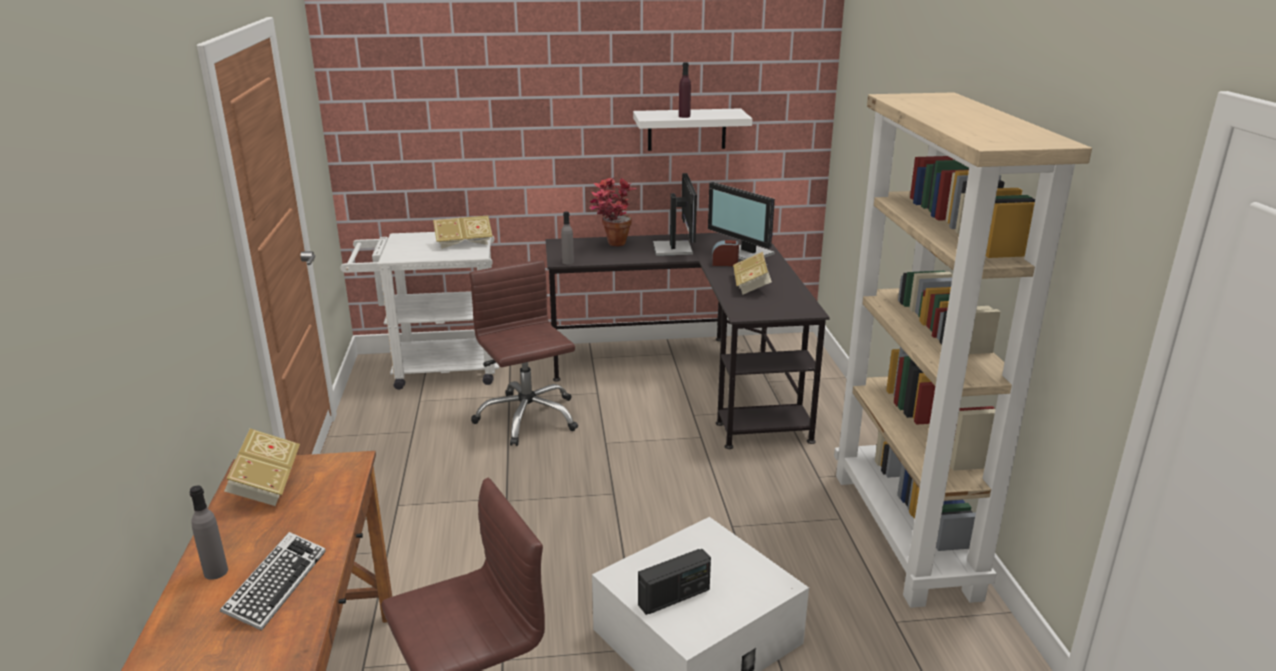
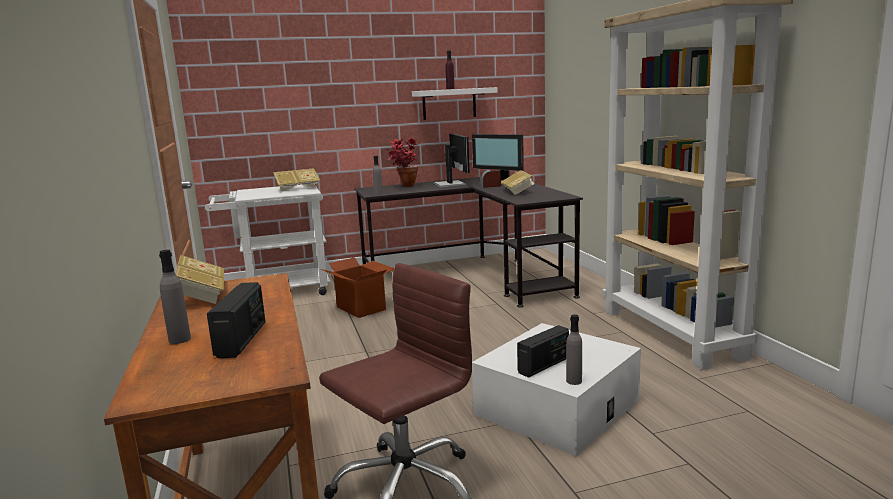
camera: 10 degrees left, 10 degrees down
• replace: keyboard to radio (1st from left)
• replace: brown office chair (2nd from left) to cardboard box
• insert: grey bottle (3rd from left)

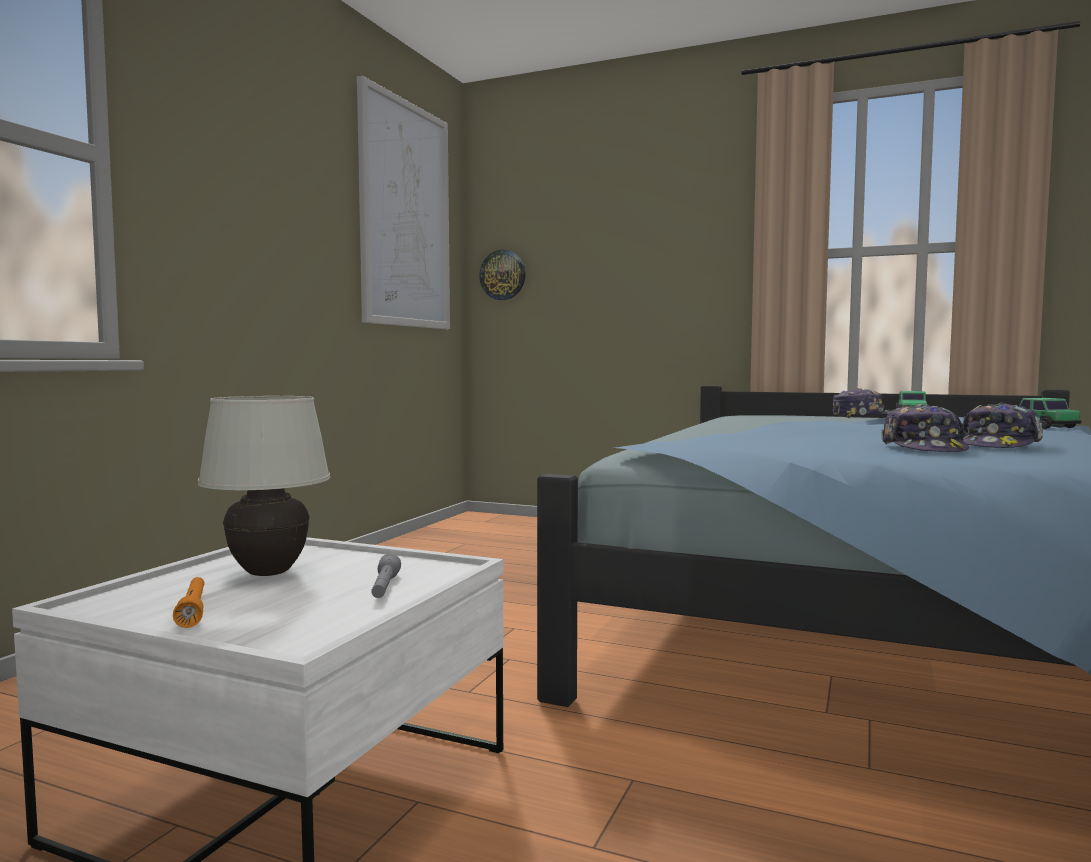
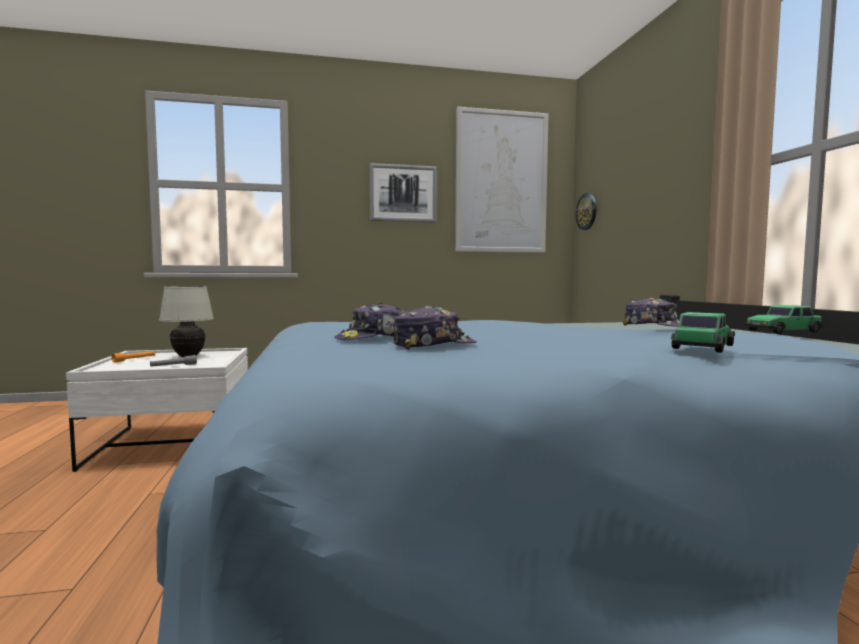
camera: 55 degrees right, 0 degrees up
• rotate: cap (3rd from left in the first image) 150 degrees clockwise
• insert: picture (1st from left)

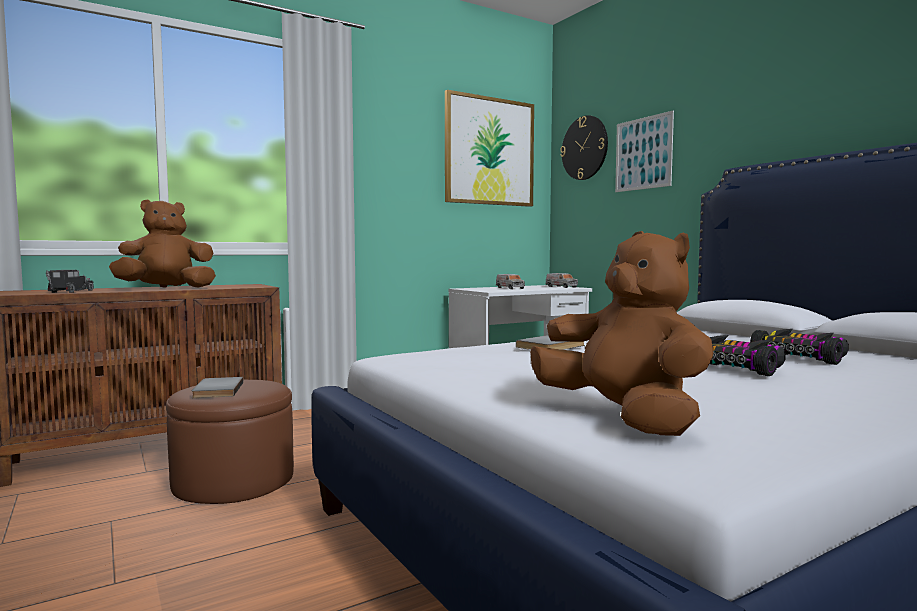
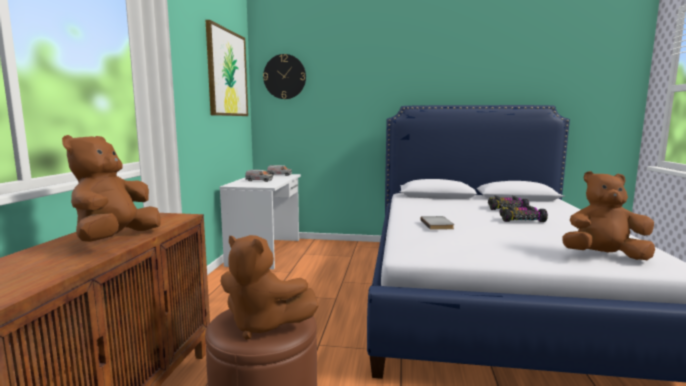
camera: 50 degrees left, 5 degrees up
• delete: toy truck (1st from left)
• replace: grey book (1st from left) to brown plush toy (2nd from left)
• delete: picture (2nd from left)

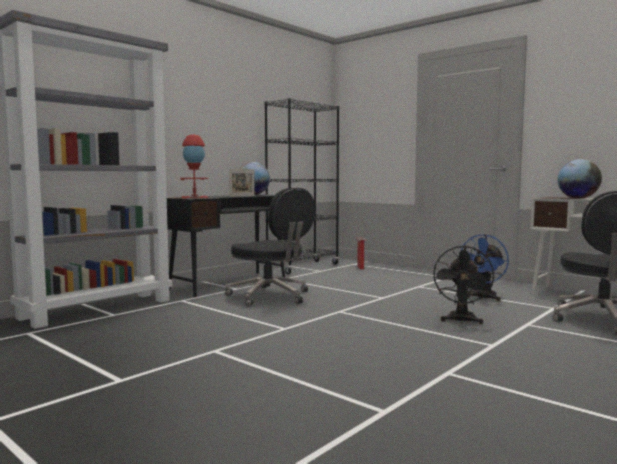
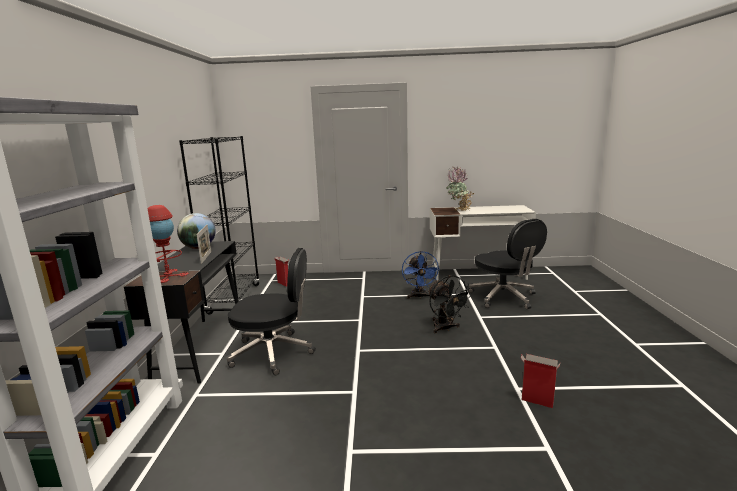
camera: 40 degrees left, 10 degrees up
• replace: globe (2nd from left) to potted plant
• insert: cardboard box (2nd from left)

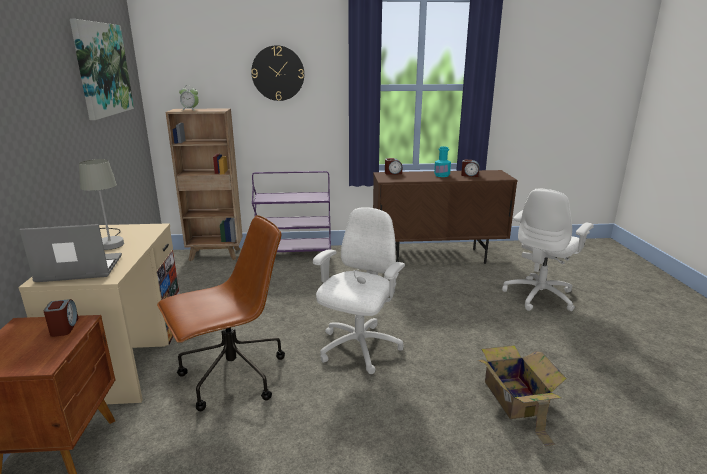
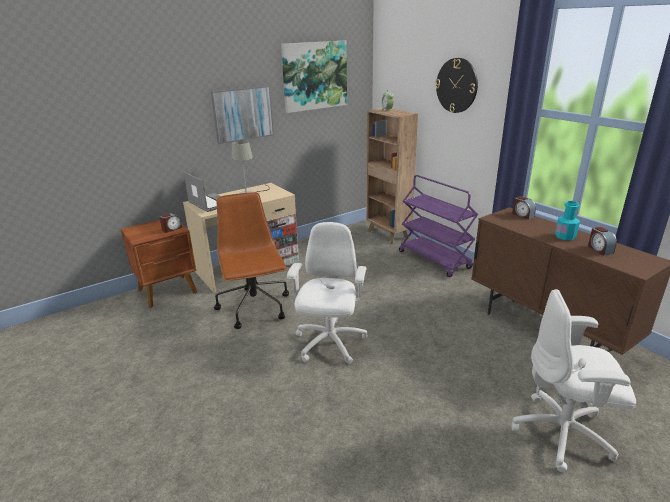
camera: 60 degrees right, 5 degrees up
• rotate: brown office chair 135 degrees counterclockwise
• rotate: white office chair (1st from left) 75 degrees counterclockwise
• delete: cardboard box
• insert: picture (1st from left)

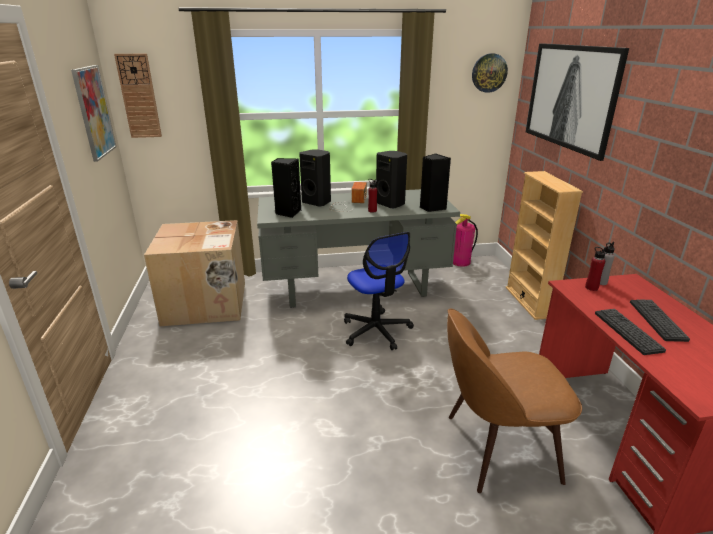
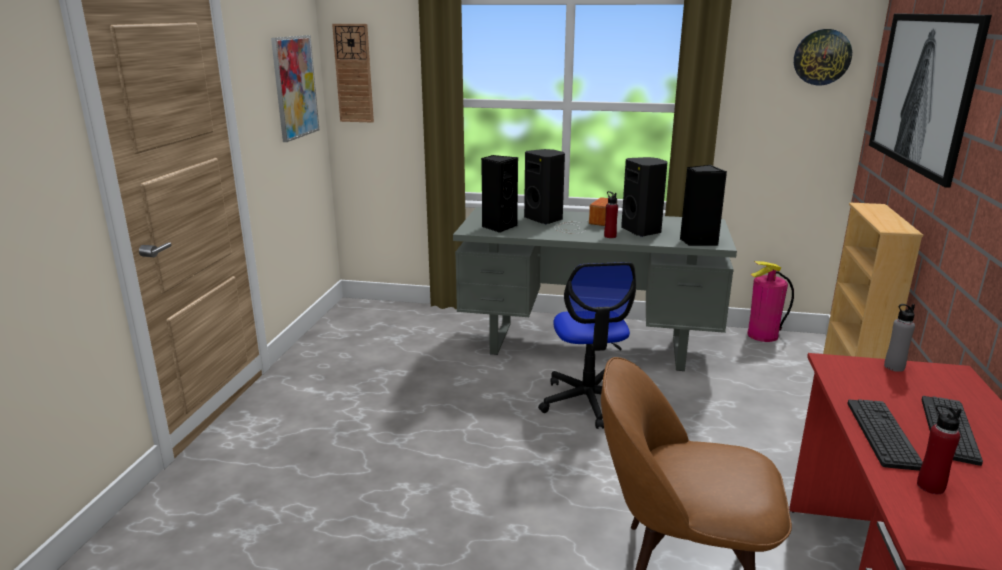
camera: 20 degrees right, 5 degrees down
• delete: cardboard box
• move: red bottle (2nd from left)

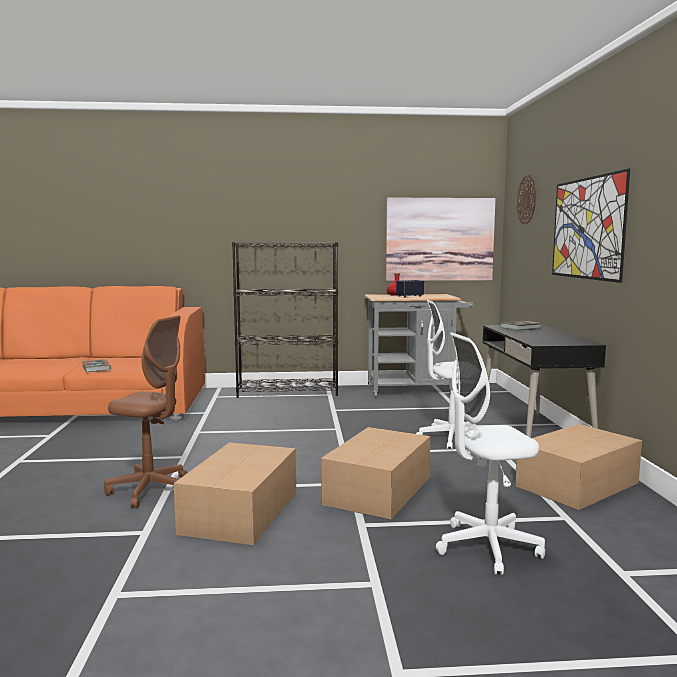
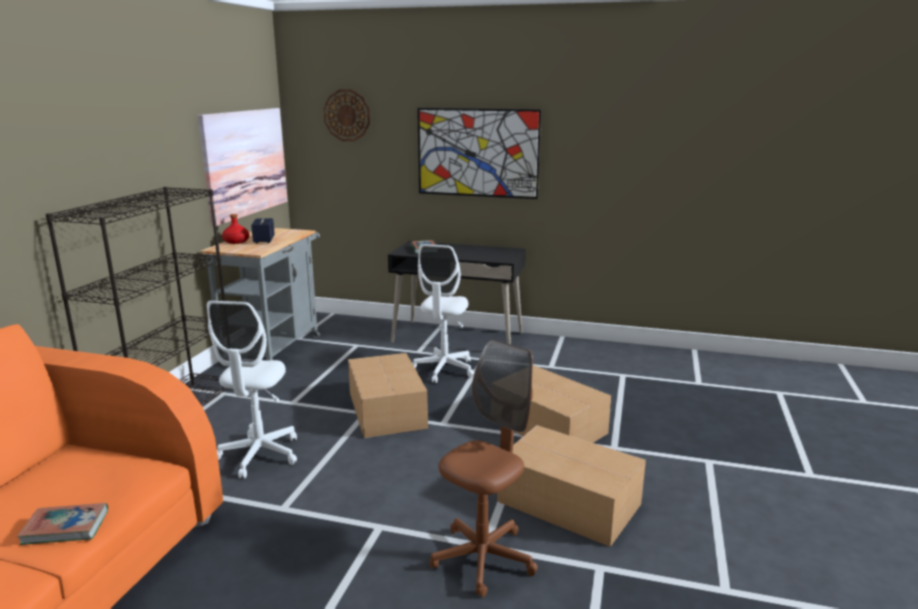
camera: 70 degrees left, 10 degrees up
• move: white office chair (2nd from left in the first image) to white office chair (1st from left)
• move: cardboard box (3rd from left in the first image) to cardboard box (1st from left)

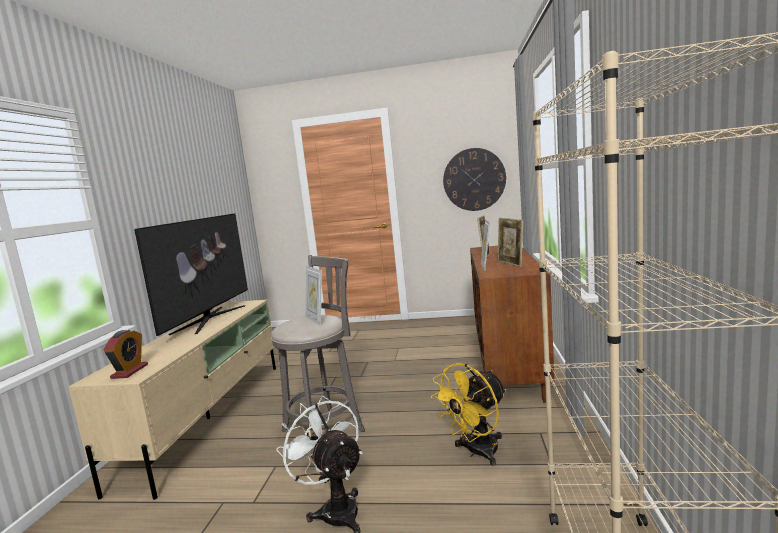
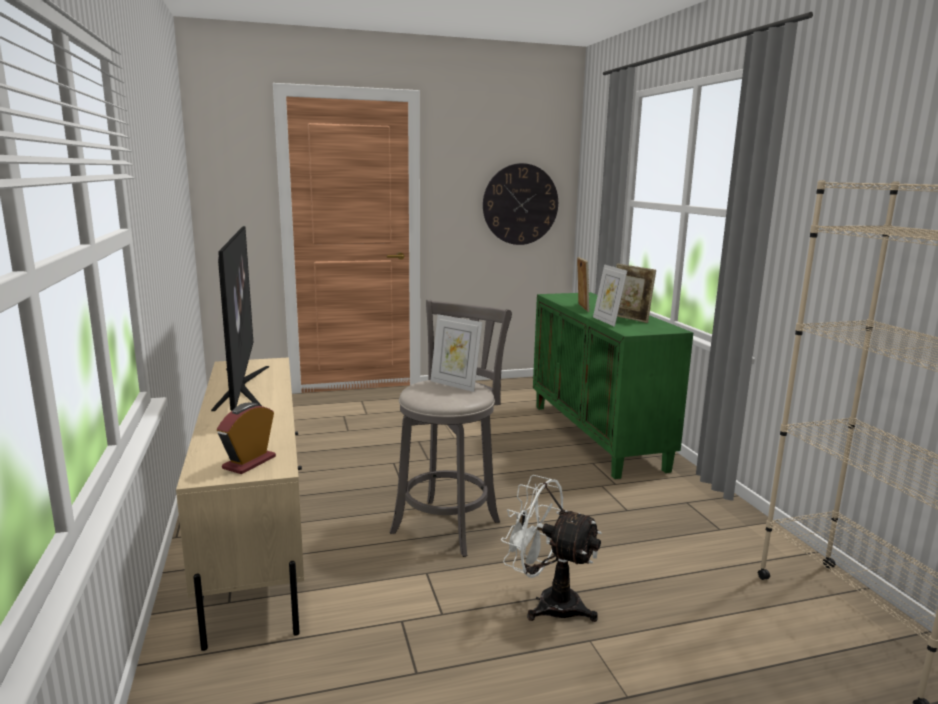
camera: 25 degrees left, 5 degrees up
• rotate: alarm clock 135 degrees counterclockwise
• delete: yellow fan
• recolor: brown cabinet to green cabinet

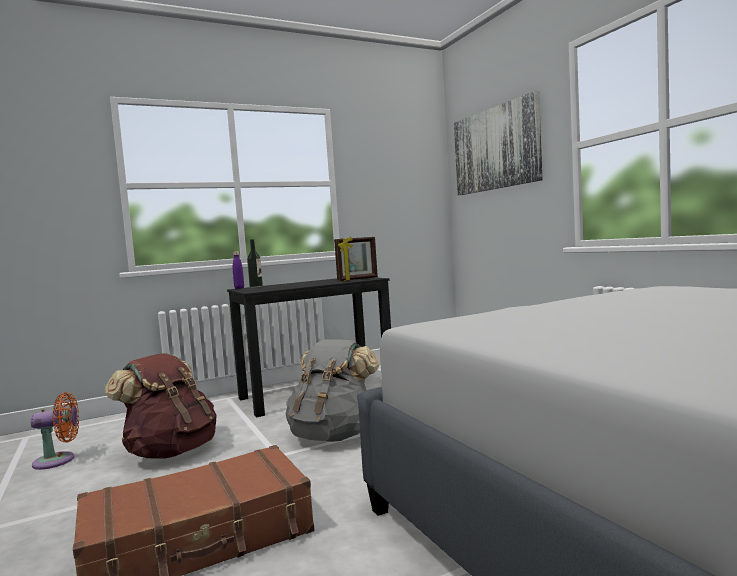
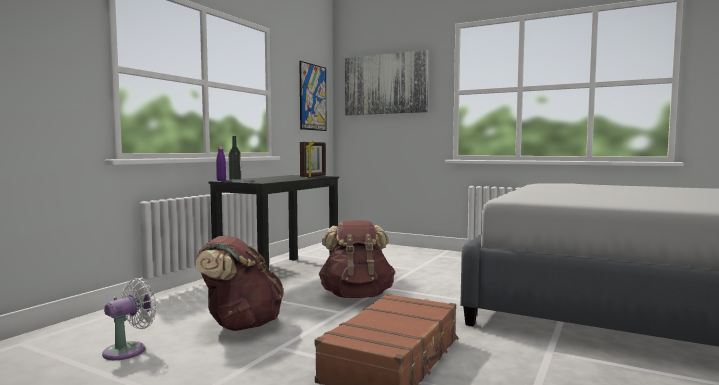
camera: 35 degrees left, 0 degrees up
• recolor: orange fan to white fan
• recolor: grey backpack to brown backpack (2nd from left)
• insert: picture (1st from left)

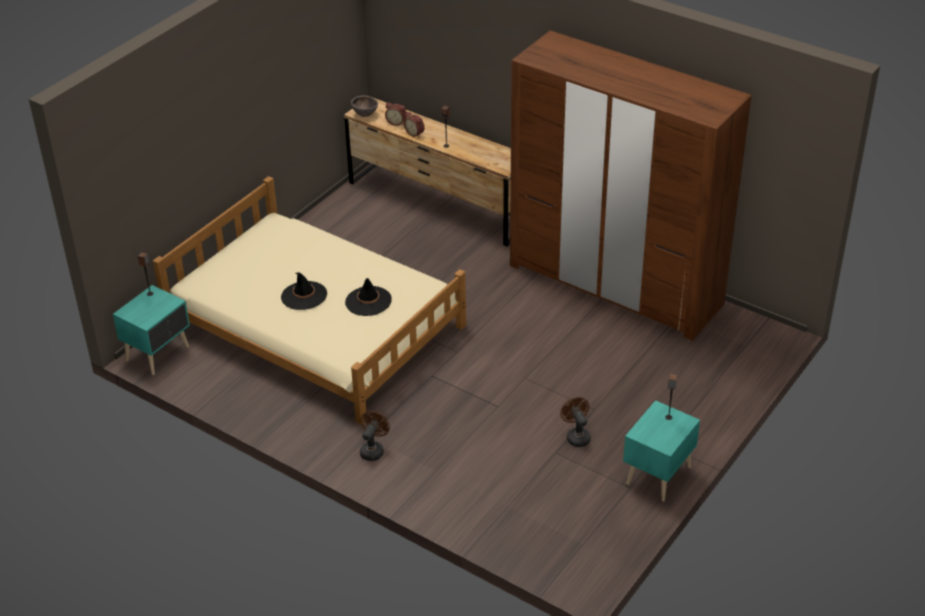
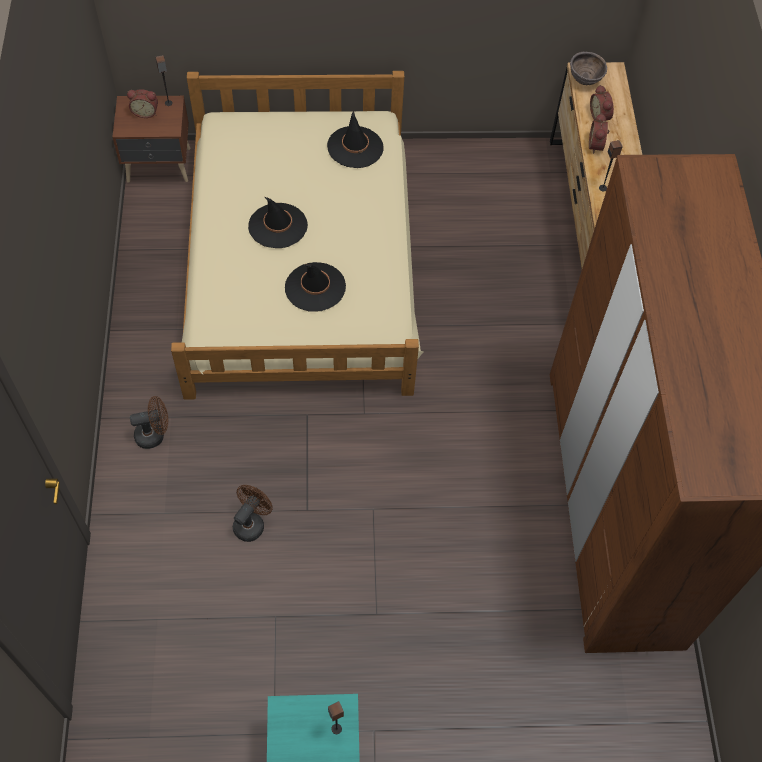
camera: 50 degrees right, 20 degrees up
• recolor: turquoise nightstand (1st from left) to brown nightstand
• move: brown fan (2nd from left)
• insert: alarm clock (1st from left)
• insert: black hat (3rd from left)

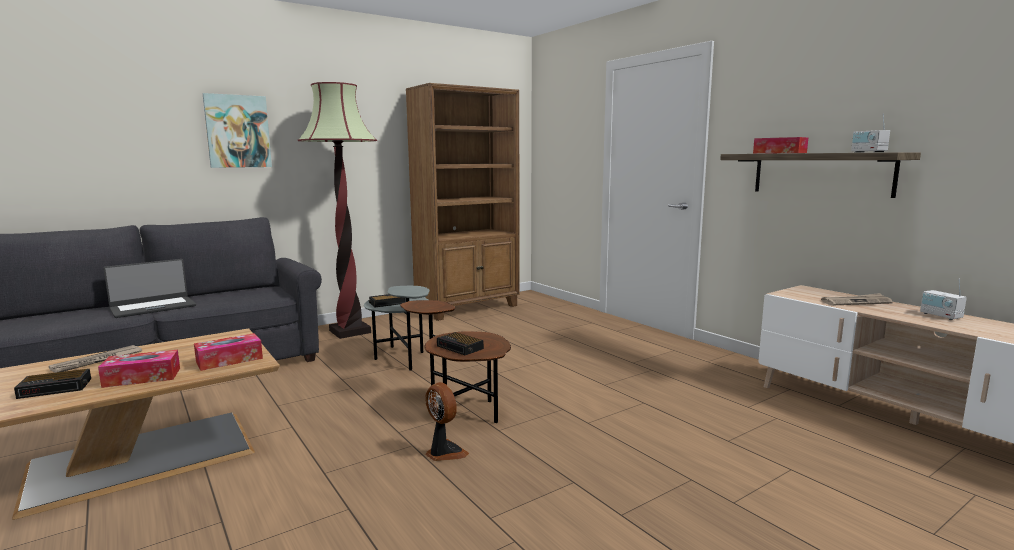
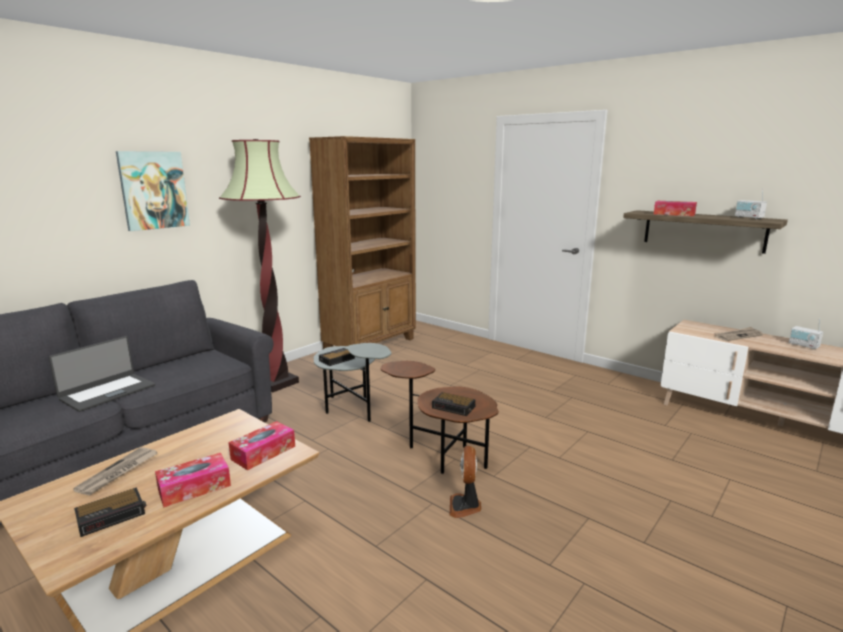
camera: 15 degrees left, 5 degrees up
• rotate: fan 120 degrees counterclockwise

